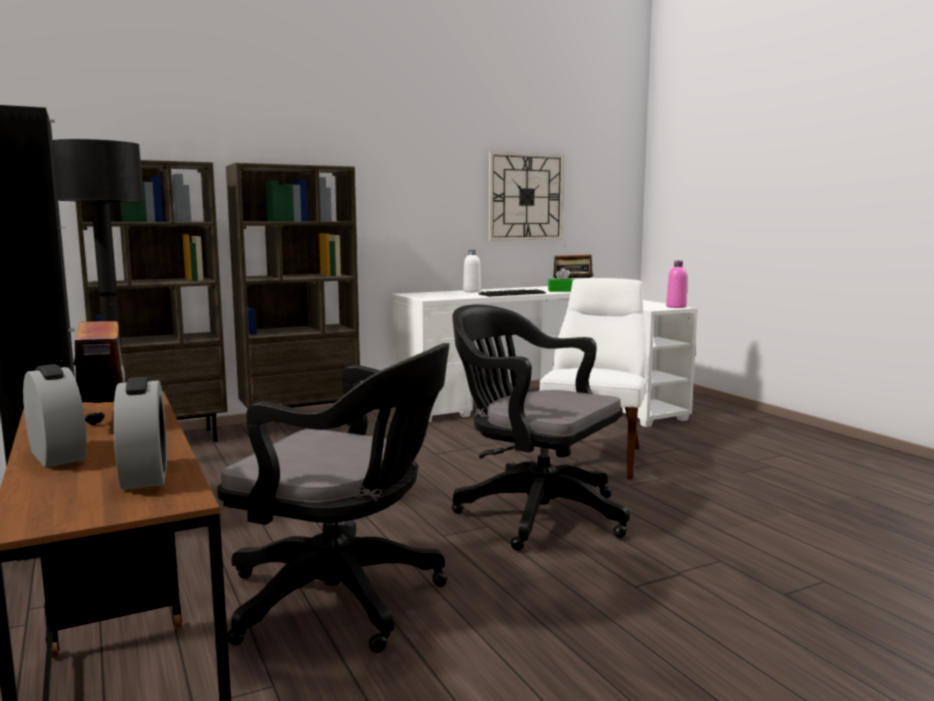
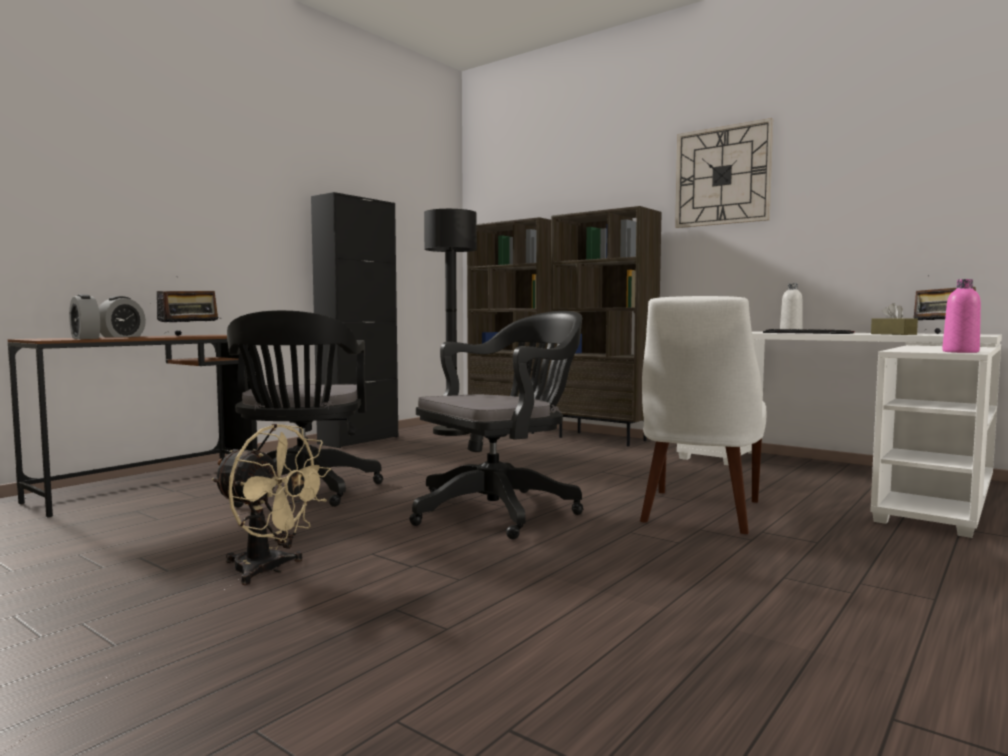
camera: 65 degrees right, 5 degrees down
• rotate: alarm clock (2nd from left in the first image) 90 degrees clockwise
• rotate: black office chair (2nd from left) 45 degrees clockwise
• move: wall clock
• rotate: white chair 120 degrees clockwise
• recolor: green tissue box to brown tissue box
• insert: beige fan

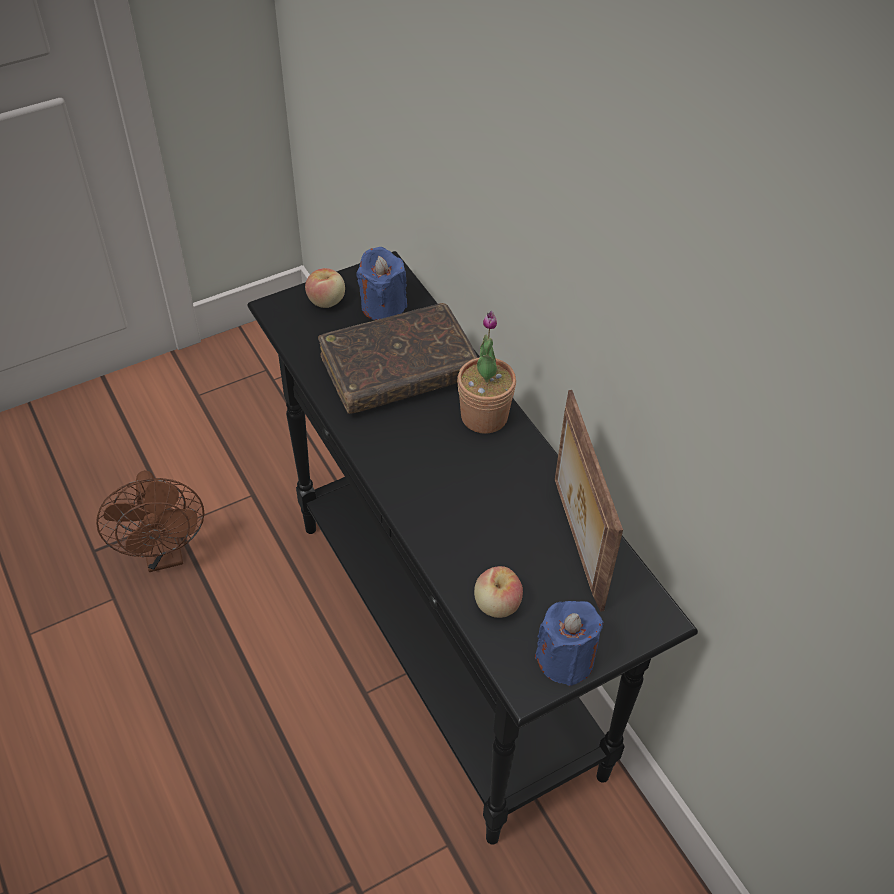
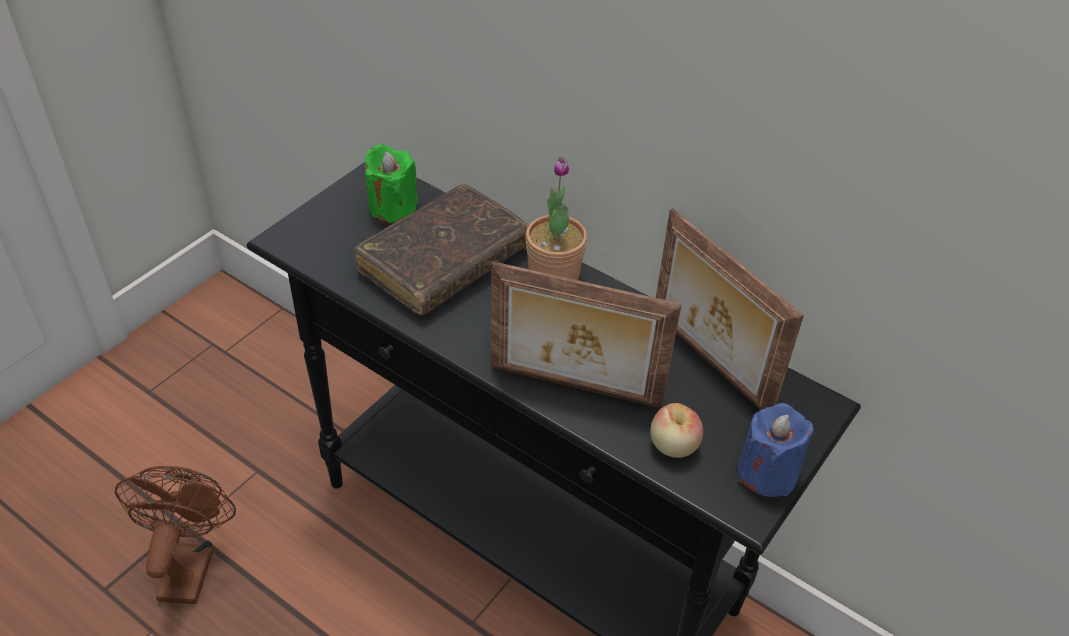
camera: 25 degrees left, 5 degrees down
• rotate: brown fan 135 degrees counterclockwise
• delete: apple (1st from left)
• recolor: blue candle (1st from left) to green candle
• insert: picture frame (1st from left)

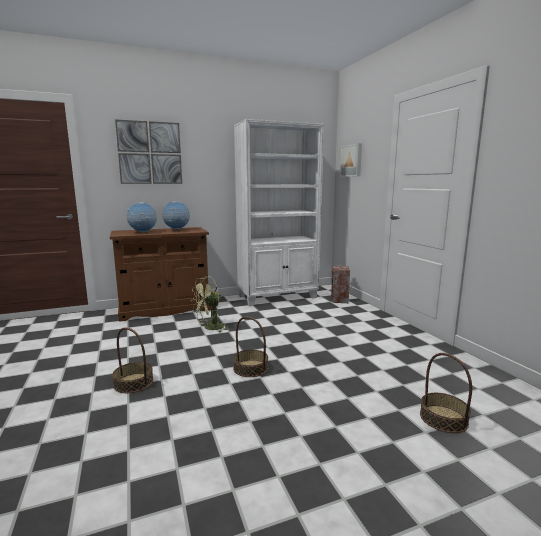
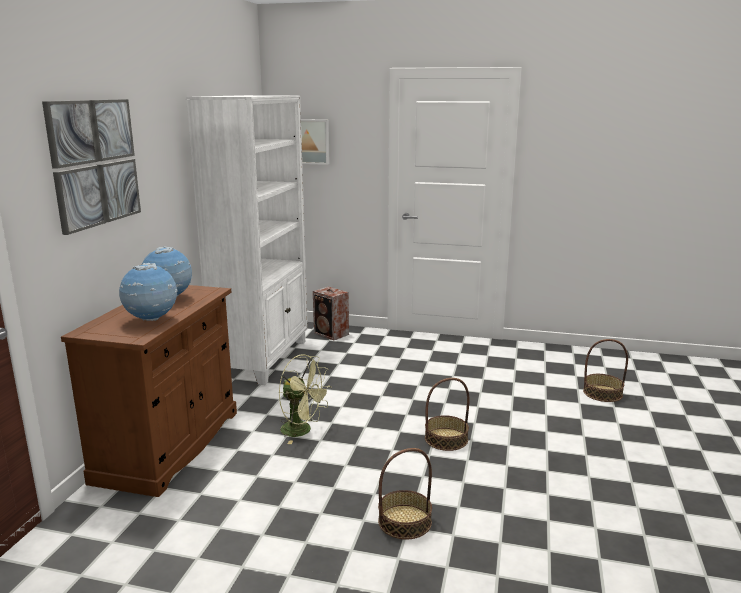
camera: 55 degrees left, 5 degrees up
• rotate: green fan 60 degrees counterclockwise

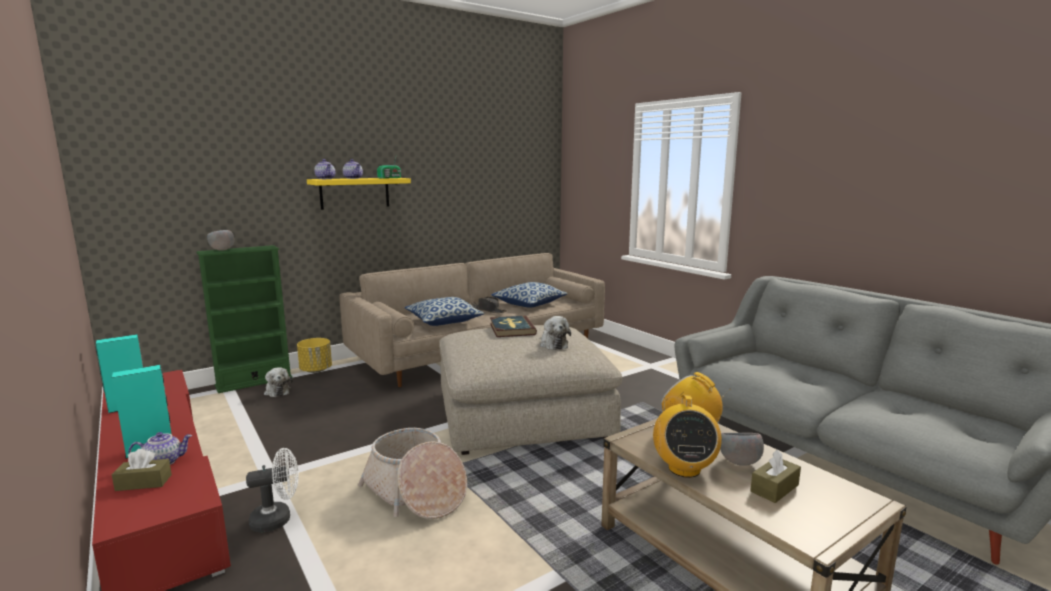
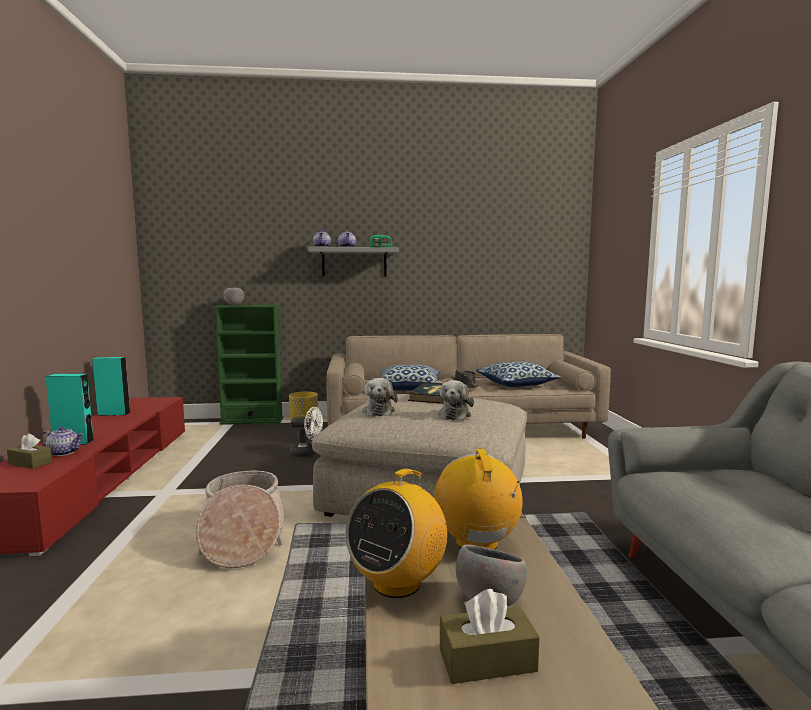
camera: 30 degrees right, 5 degrees down
• move: white fan
• move: plush toy (1st from left)
• recolor: yellow shelf to grey shelf

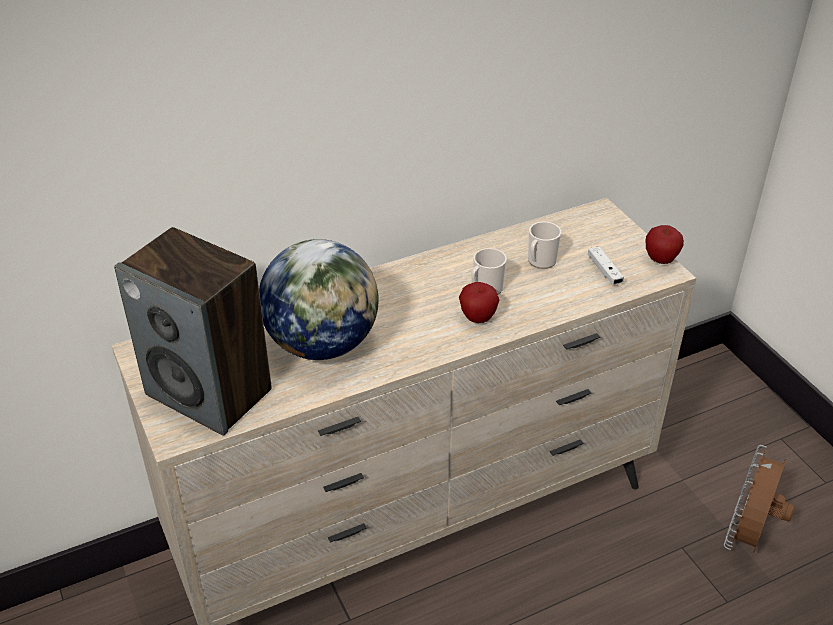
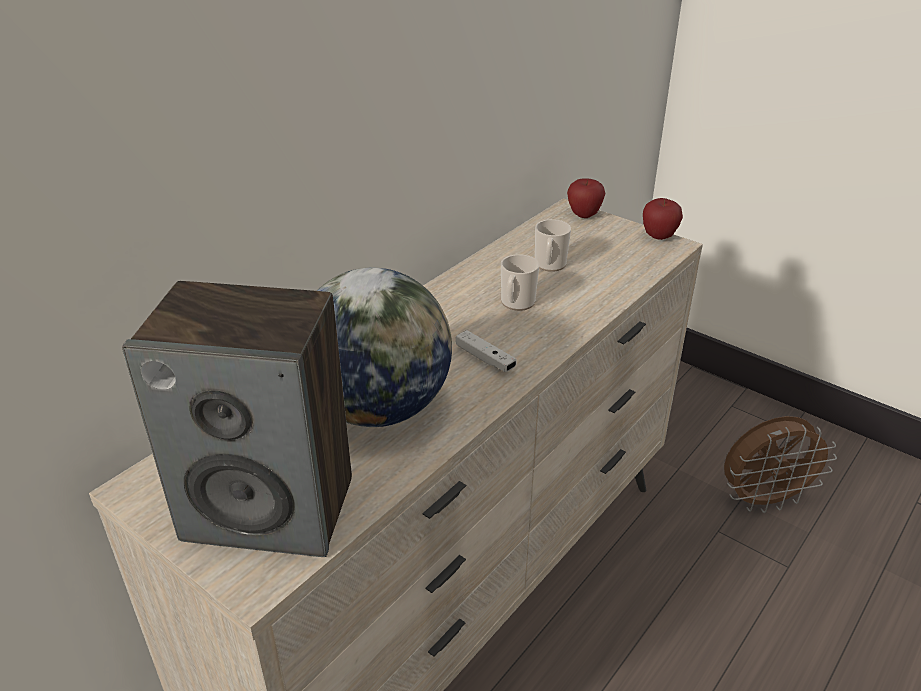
camera: 25 degrees left, 5 degrees down
• move: apple (1st from left)
• move: white game controller
• rotate: brown fan 105 degrees counterclockwise

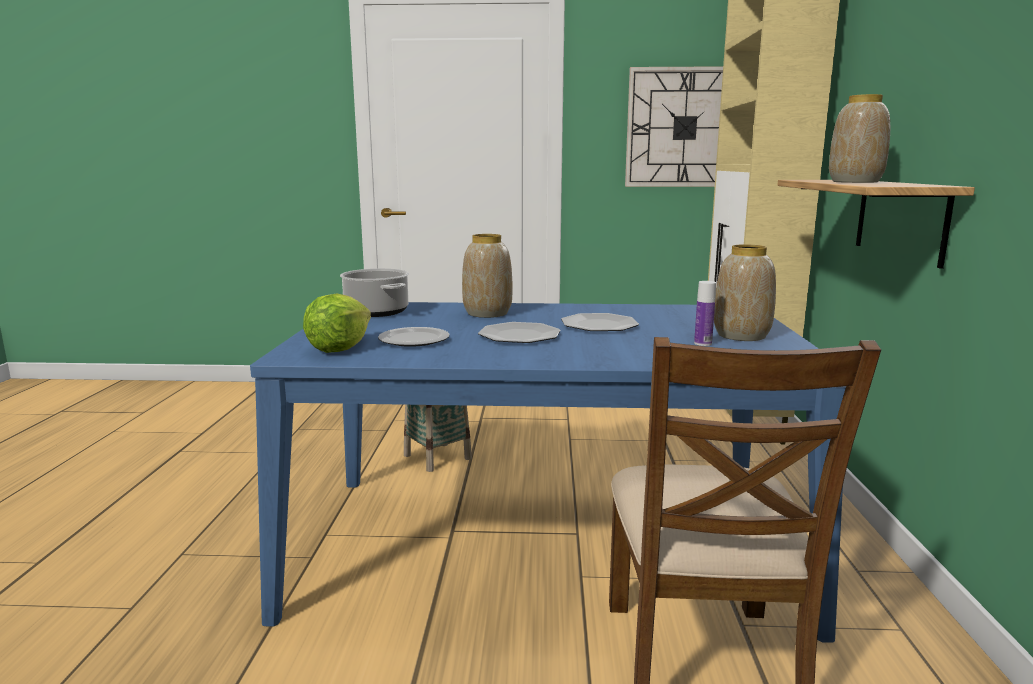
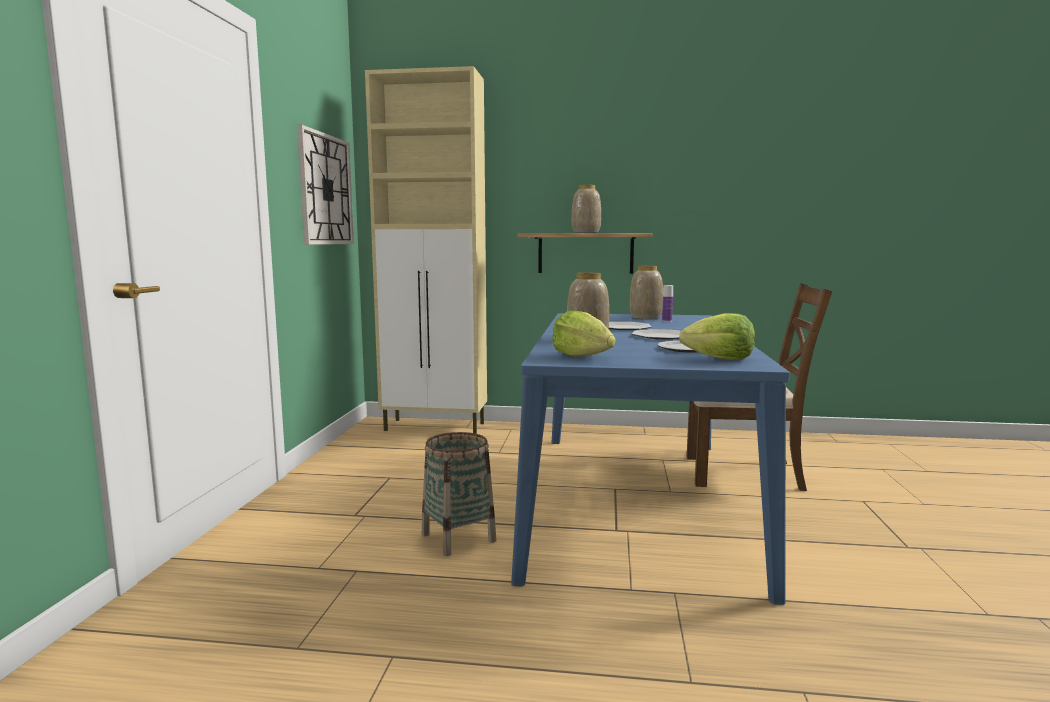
camera: 85 degrees left, 5 degrees down
• replace: cooking pot to lettuce (1st from left)

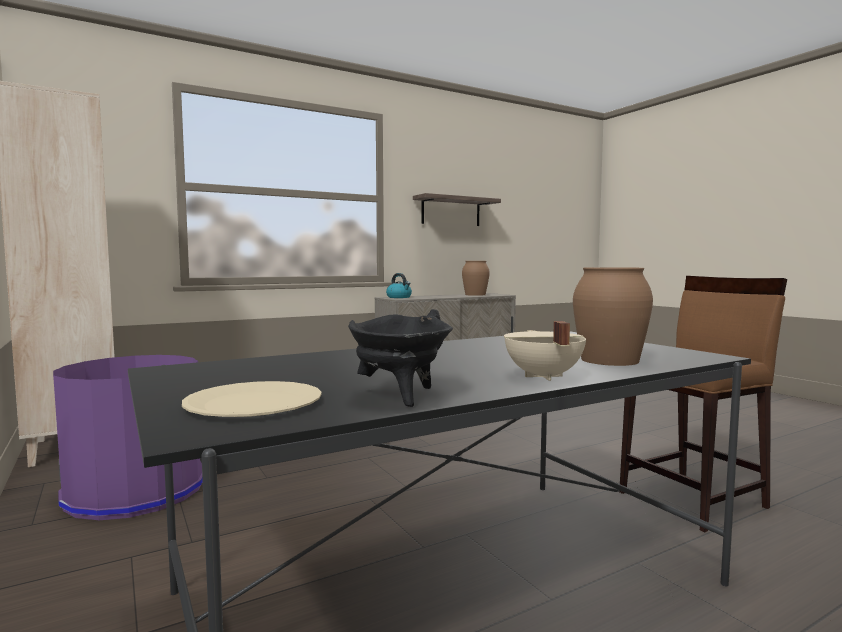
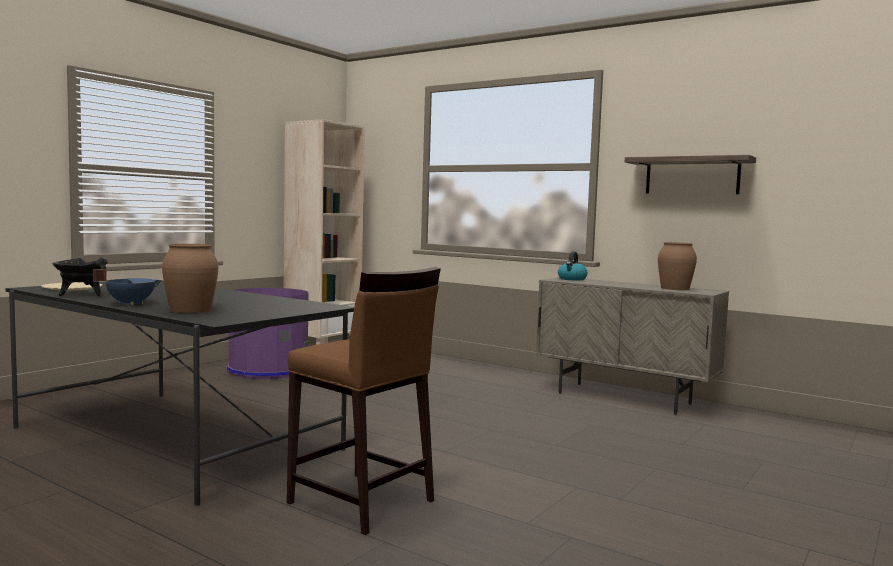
camera: 65 degrees right, 0 degrees up
• recolor: beige cooking pot to blue cooking pot

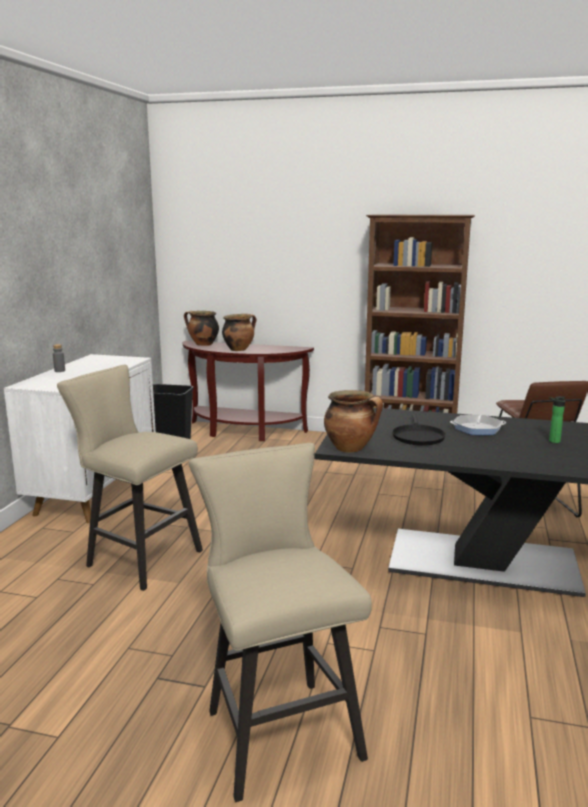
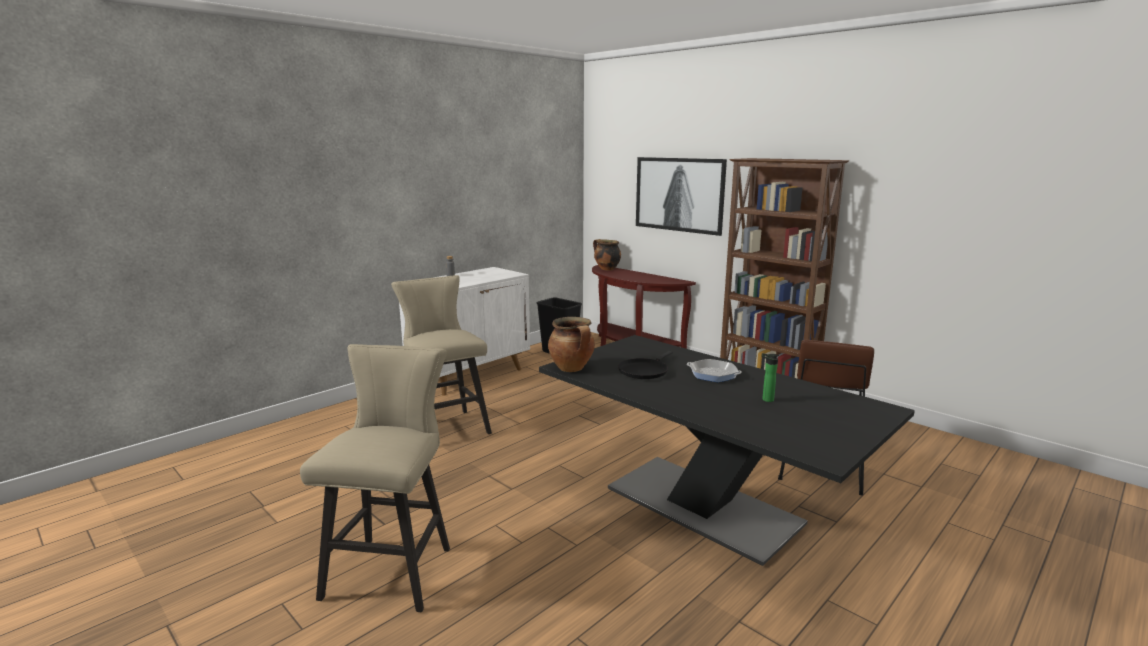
camera: 30 degrees right, 0 degrees up
• delete: cooking pot (2nd from left)
• insert: picture

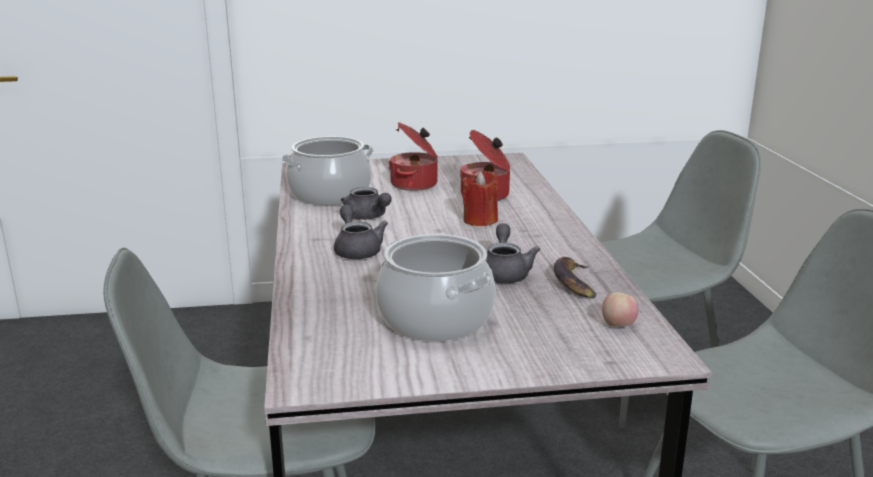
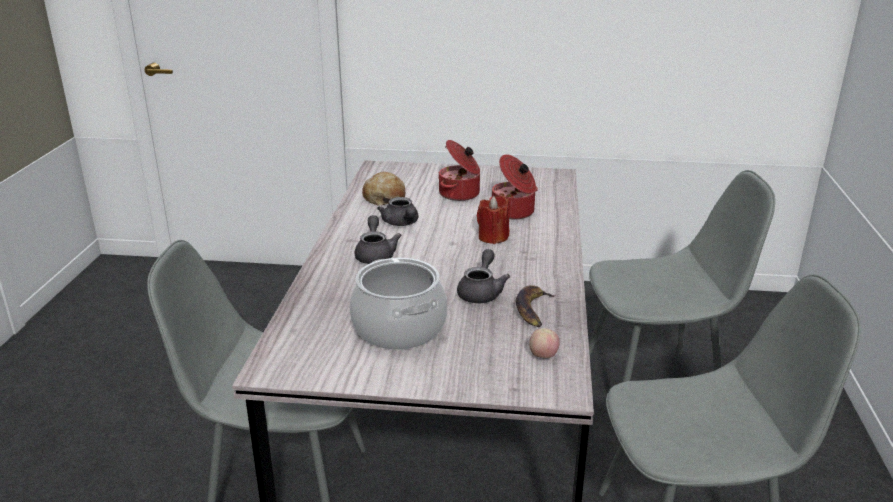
camera: 15 degrees right, 5 degrees up
• replace: cooking pot (1st from left) to bread

